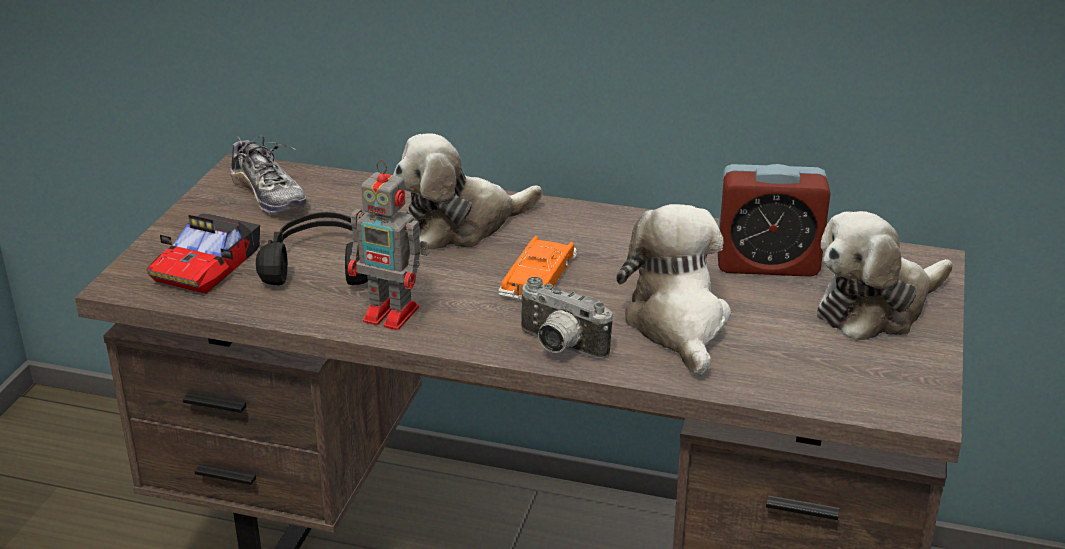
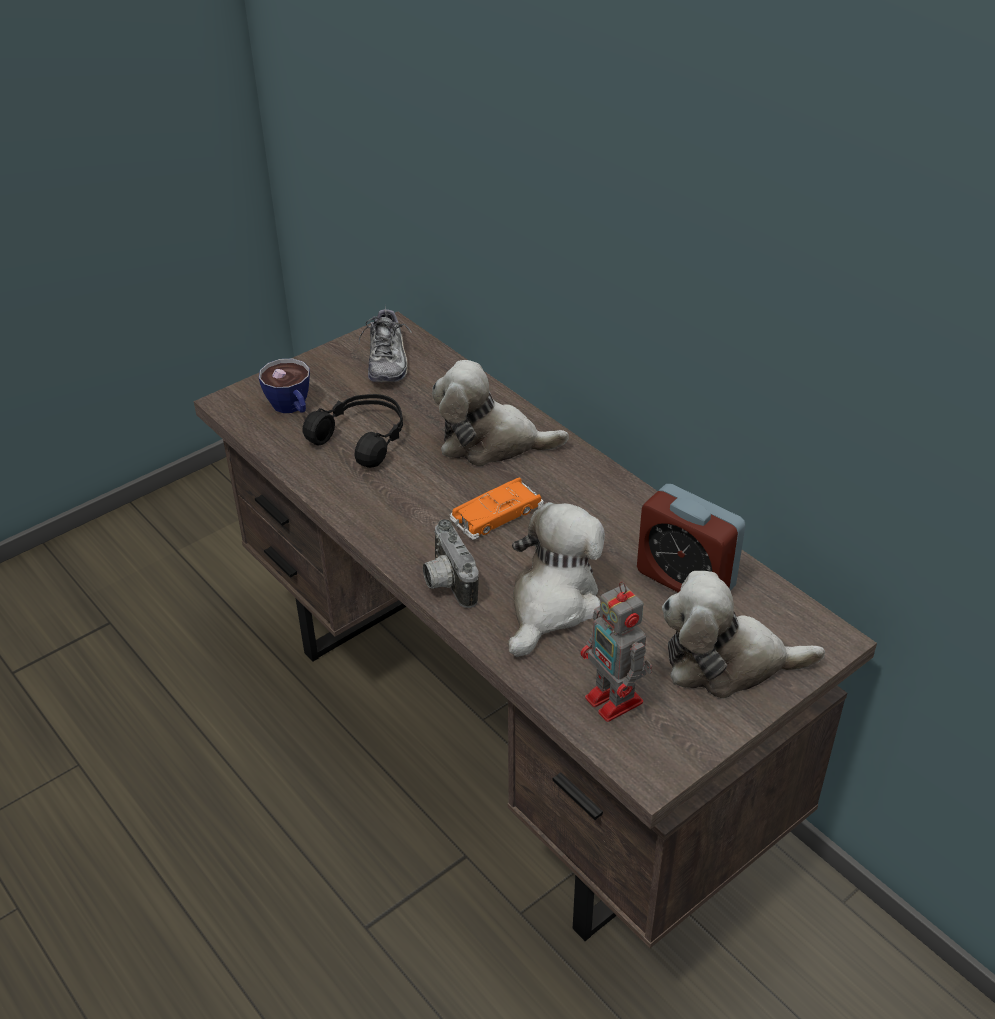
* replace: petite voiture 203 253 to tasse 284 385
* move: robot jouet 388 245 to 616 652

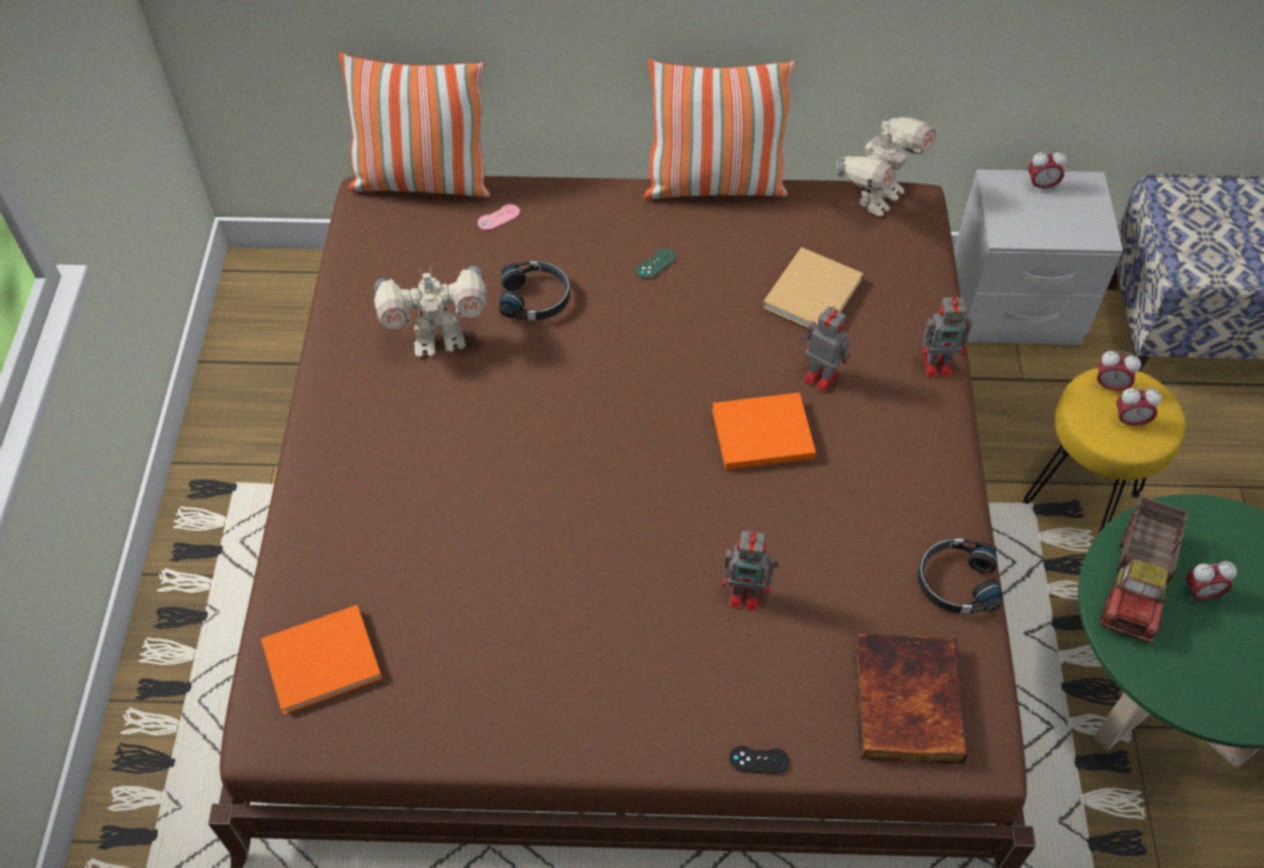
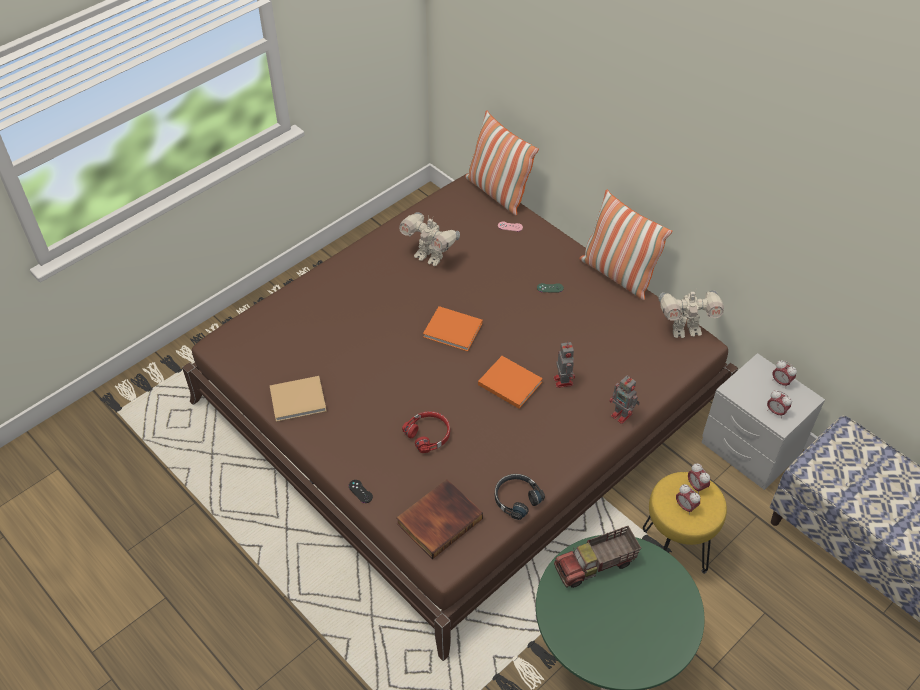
* move: livre [orange] 321 660 to 453 329
* delete: casque audio [noir] 534 290
* replace: robot jouet 750 571 to casque audio [rouge] 426 432
* move: livre [beige] 812 287 to 298 399
* move: réveil 1211 581 to 779 404

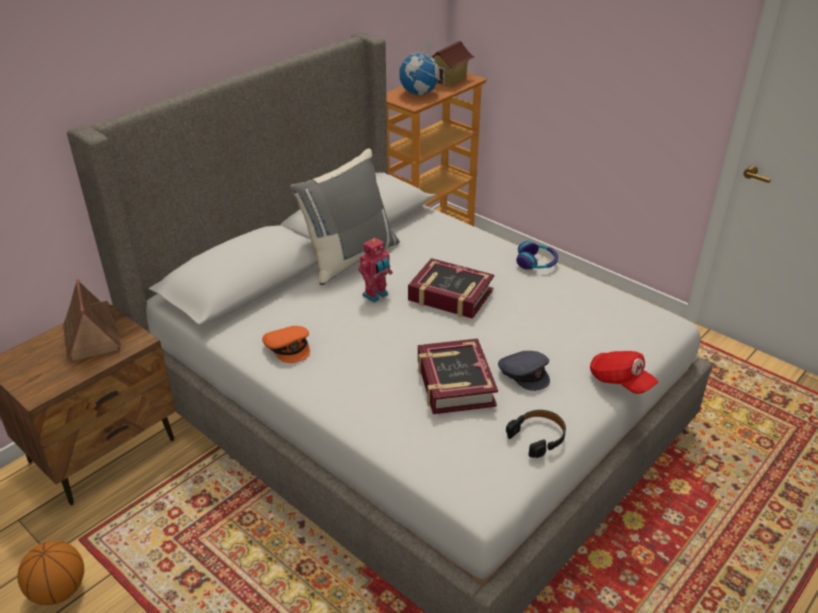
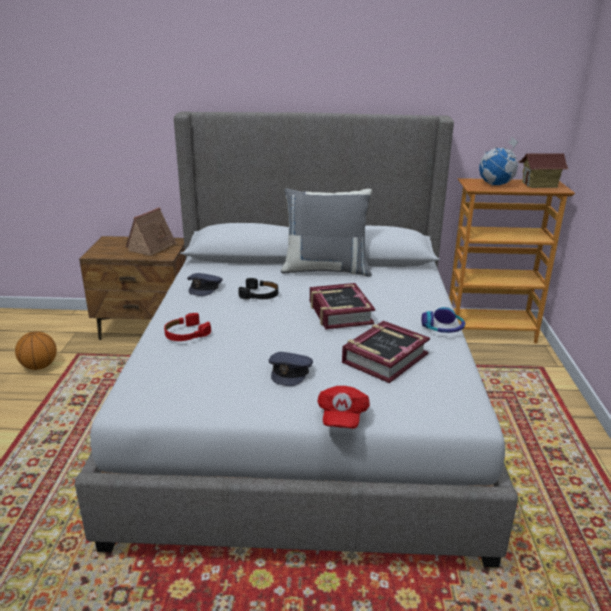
* recolor: casquette [orange] 286 344 to casquette [gris] 205 284
* delete: robot jouet 375 270
* move: livre 458 376 to 386 352
* move: casque audio [noir] 536 434 to 258 288
* insert: casque audio [rouge] 187 327

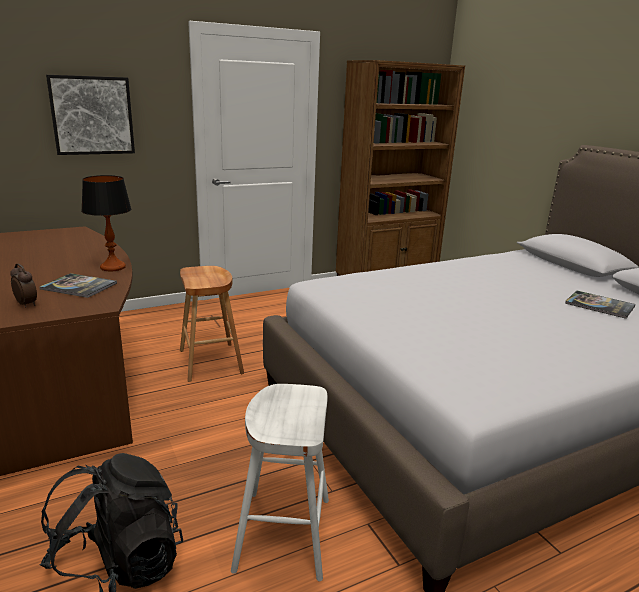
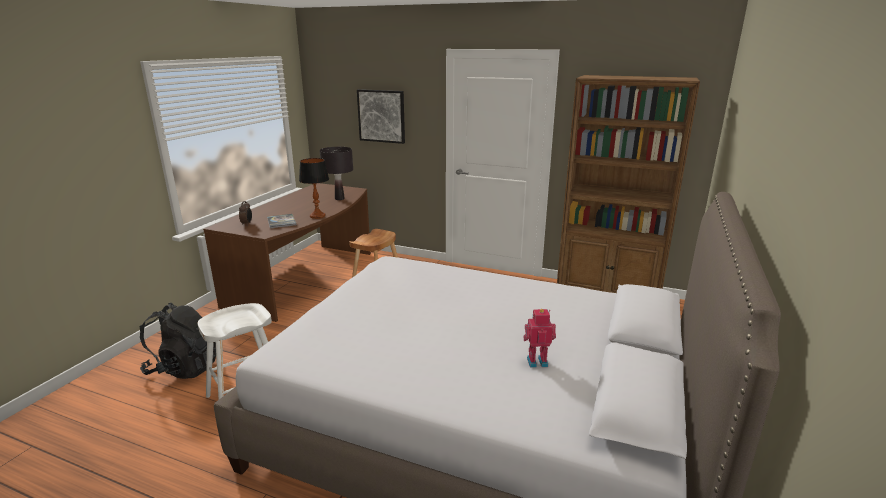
* replace: livre 600 305 to robot jouet 540 338
* insert: lampe de table [noir] 336 173

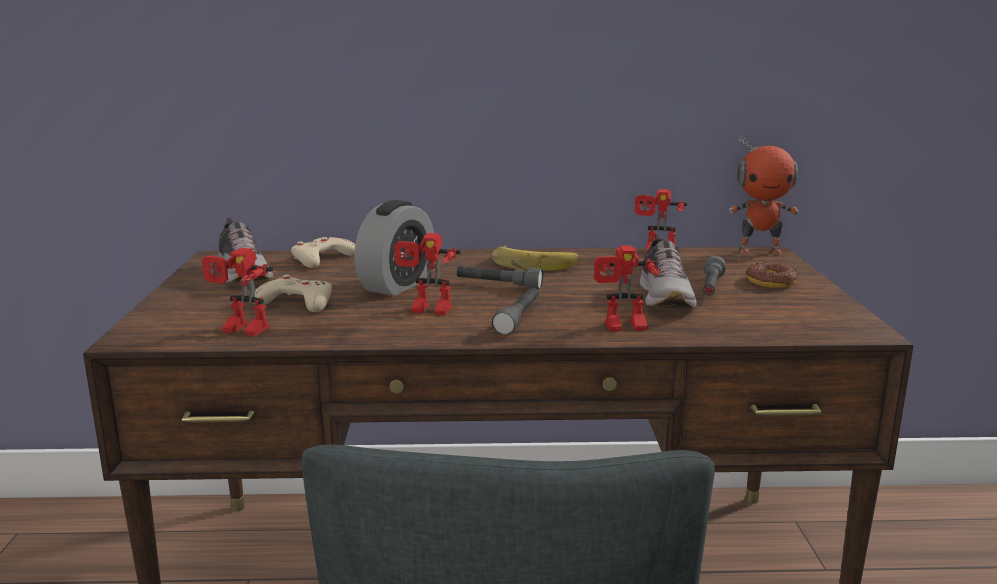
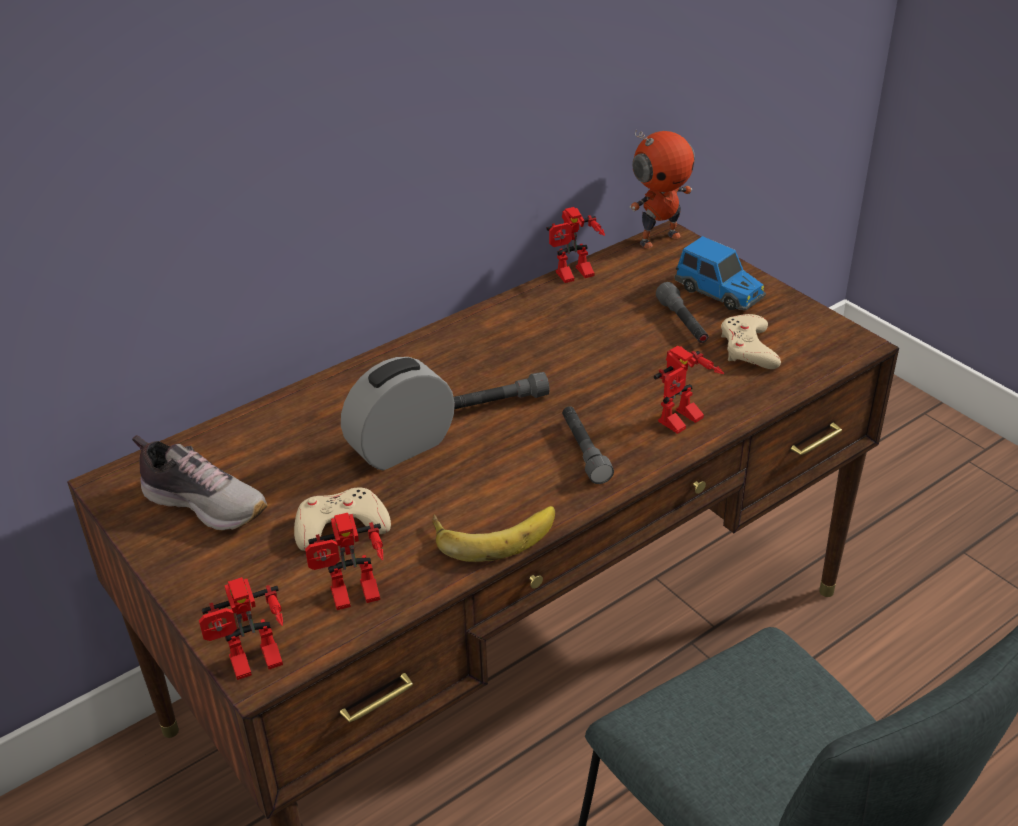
* move: manette [beige] 323 252 to 751 341
* rotate: réveil 394 248 = 398 413 120 degrees counterclockwise
* move: robot jouet 427 274 to 241 628
* move: banane 535 258 to 493 534
* delete: chaussure 668 271
* replace: beignet 772 275 to petite voiture 720 273

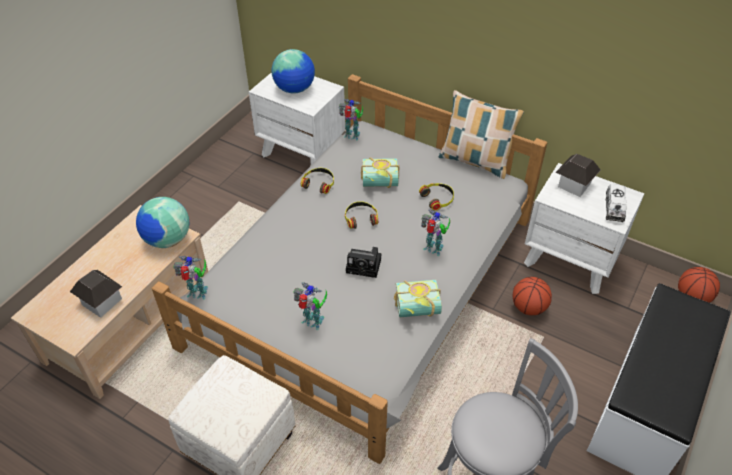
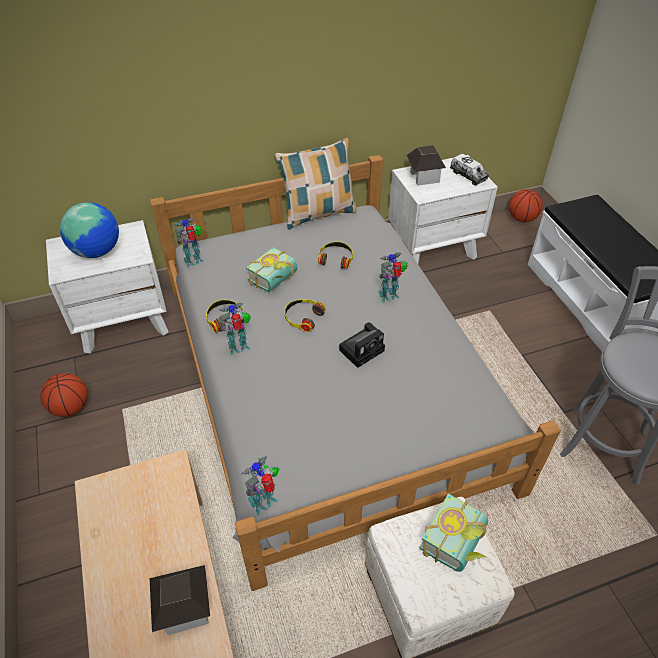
* delete: globe 162 222
* move: robot jouet 310 306 to 235 329
* move: livre 418 298 to 453 532
* move: ballon de basket 532 296 to 64 395

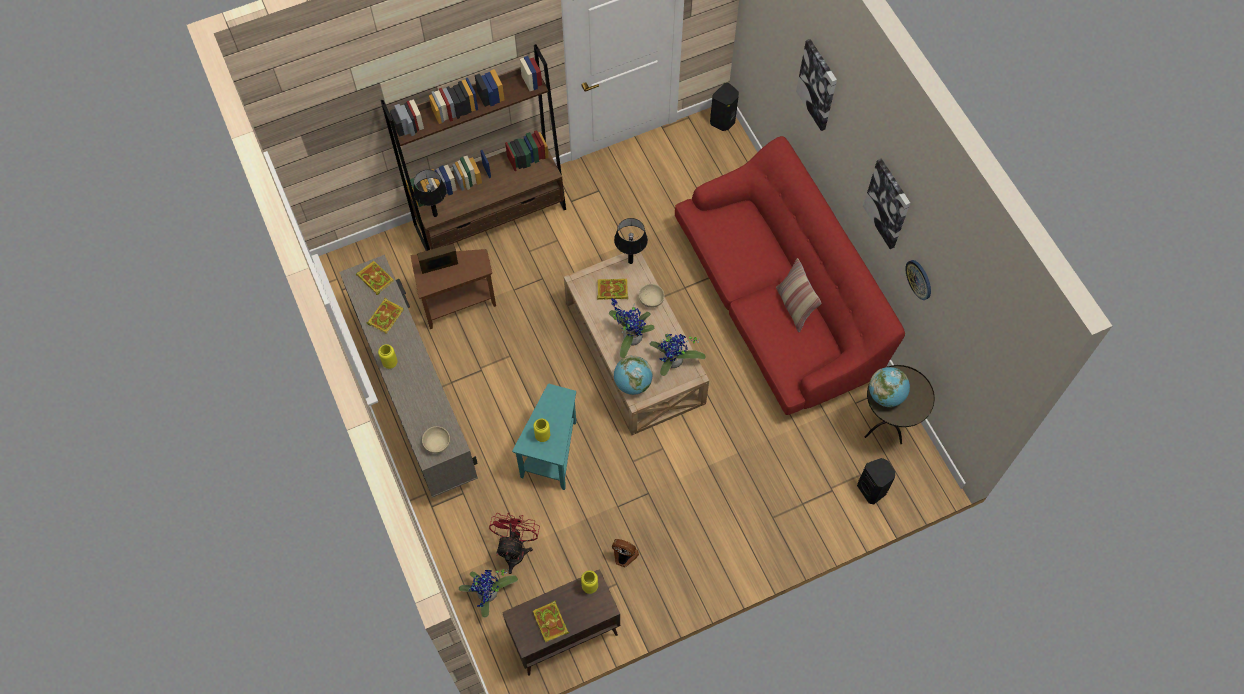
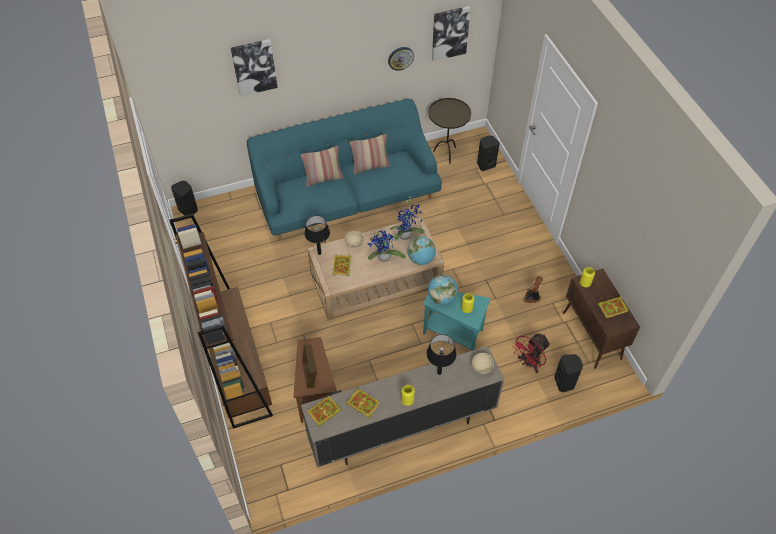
* move: lampe de table [noir] 430 193 to 441 354
* replace: plante en pot 488 593 to enceinte [noir] 568 373
* rotate: ventilateur [rouge] 514 543 = 531 353 60 degrees counterclockwise
* recolor: canapé [rouge] 790 275 to canapé [turquoise] 344 169
* move: tableau 886 203 to 451 33
* move: globe 889 387 to 443 290
* insert: coussin 322 166

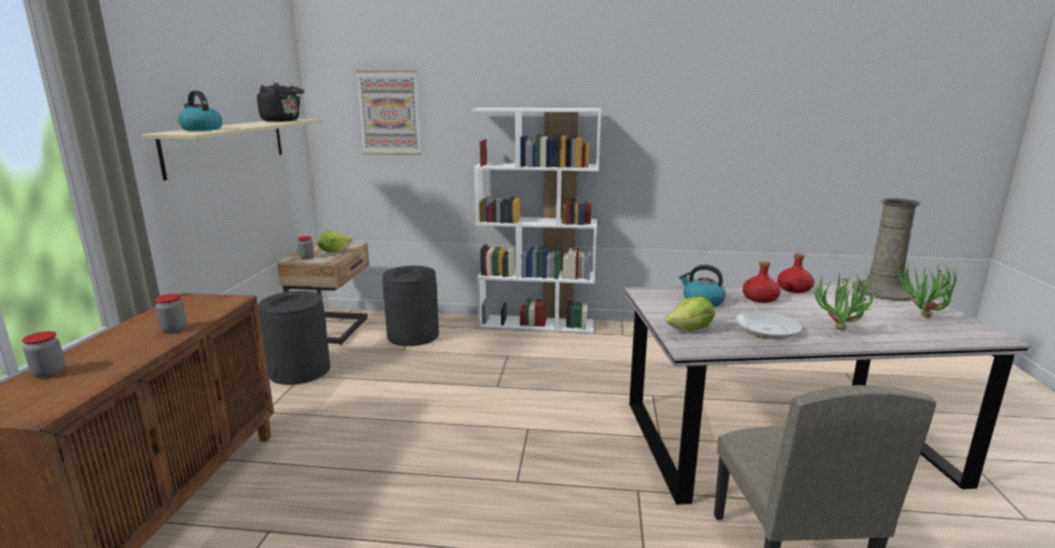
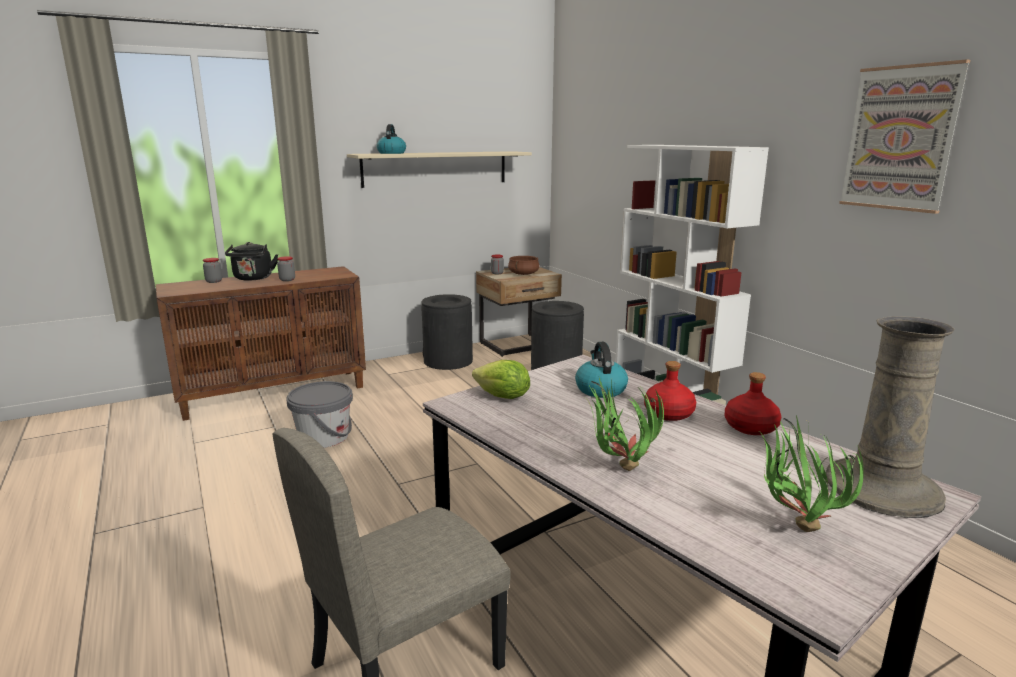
* move: bouilloire [noir] 280 102 to 251 261
* replace: laitue 335 241 to marmite [marron] 524 265
* move: tableau 388 112 to 904 136
* delete: poêle 768 320
* insert: seau [gris] 319 414

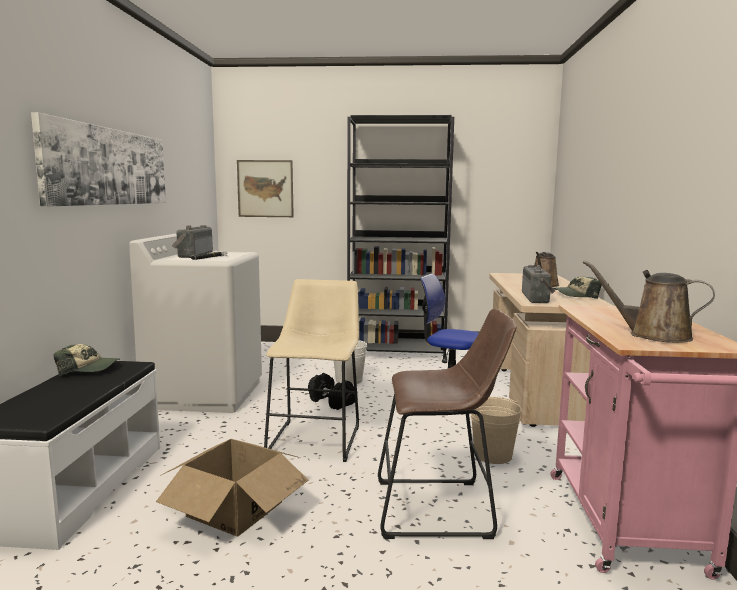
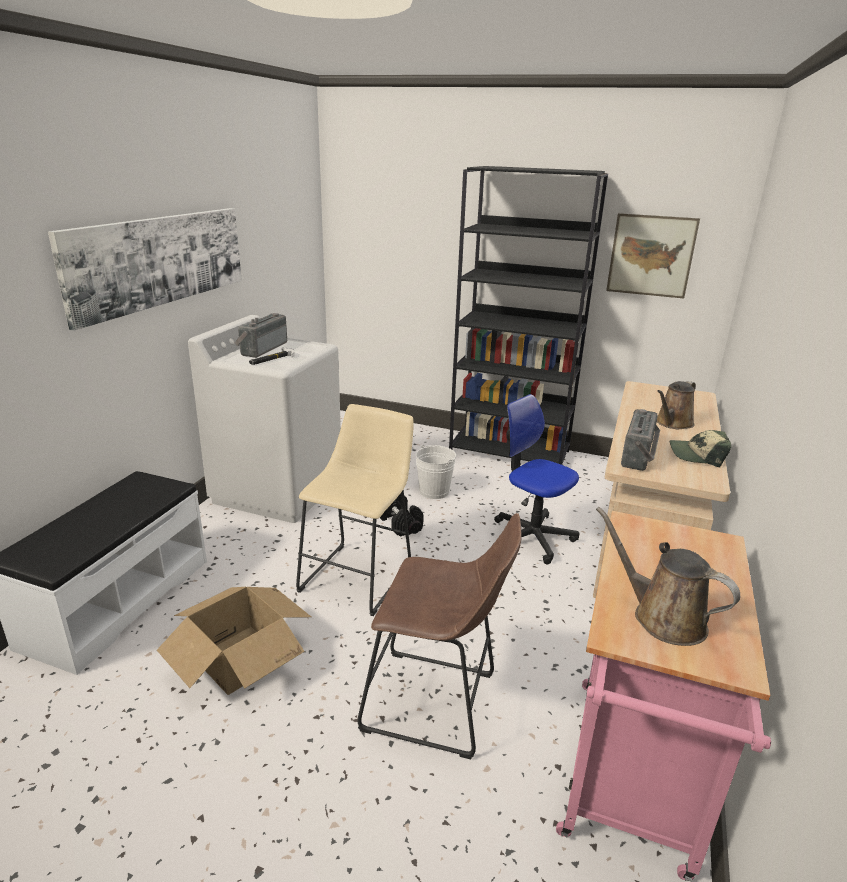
* delete: casquette 87 360
* move: tableau 265 188 to 653 256
* delete: seau [beige] 496 430

